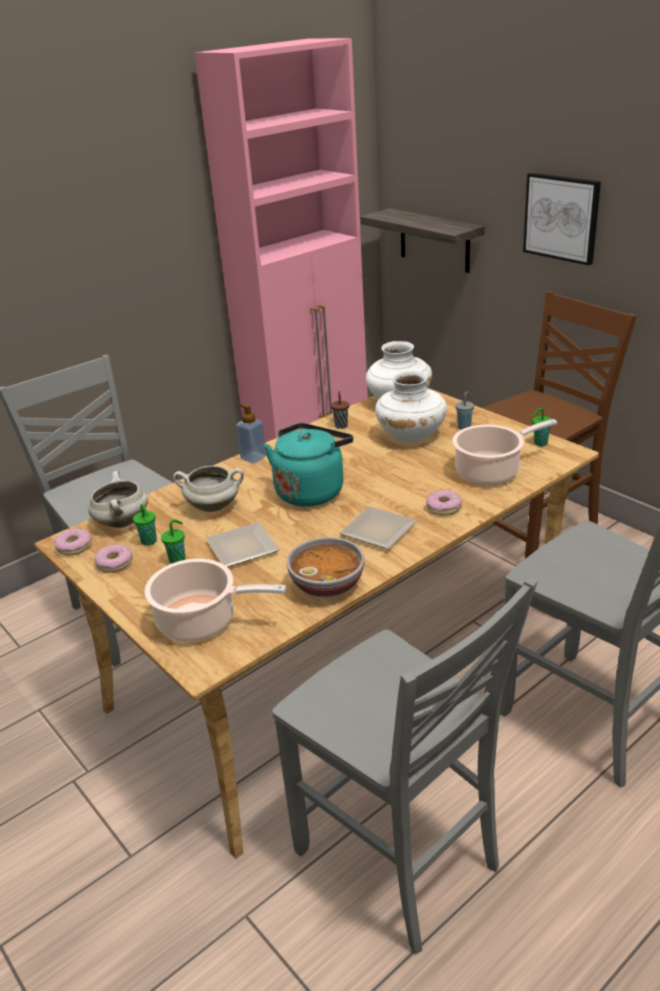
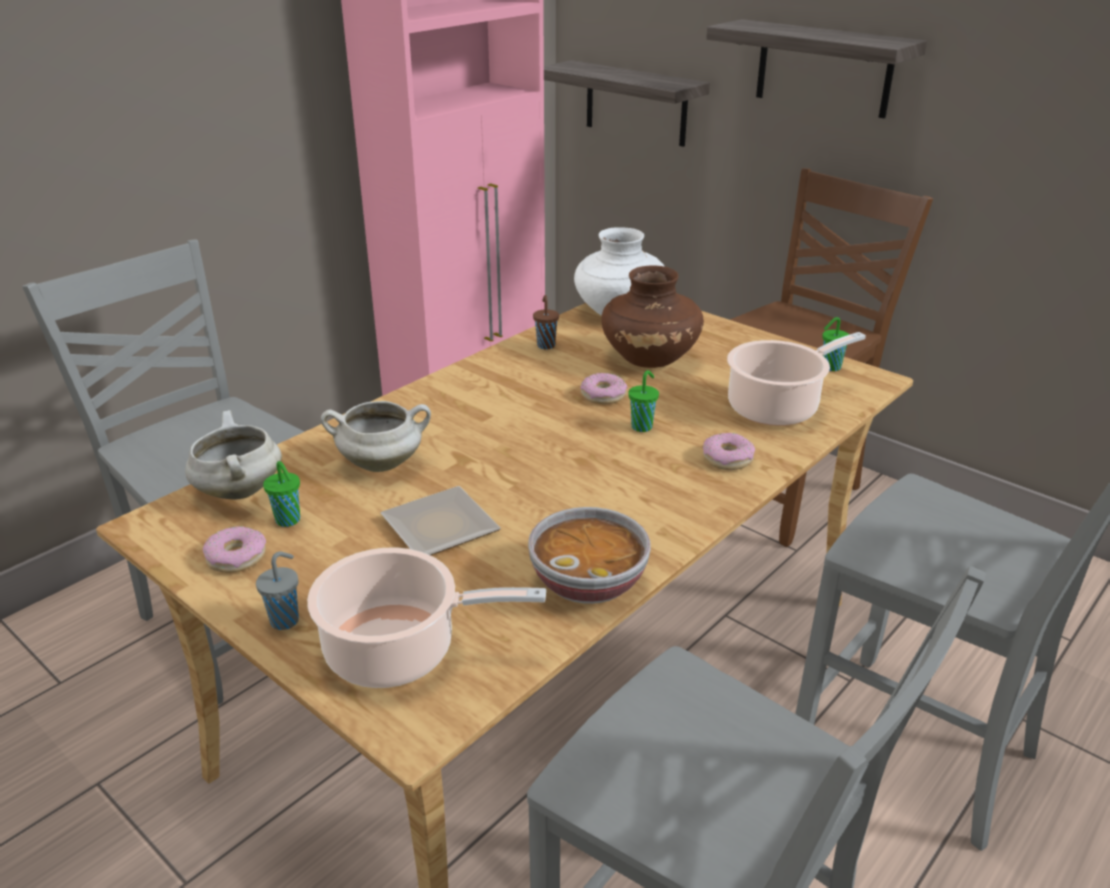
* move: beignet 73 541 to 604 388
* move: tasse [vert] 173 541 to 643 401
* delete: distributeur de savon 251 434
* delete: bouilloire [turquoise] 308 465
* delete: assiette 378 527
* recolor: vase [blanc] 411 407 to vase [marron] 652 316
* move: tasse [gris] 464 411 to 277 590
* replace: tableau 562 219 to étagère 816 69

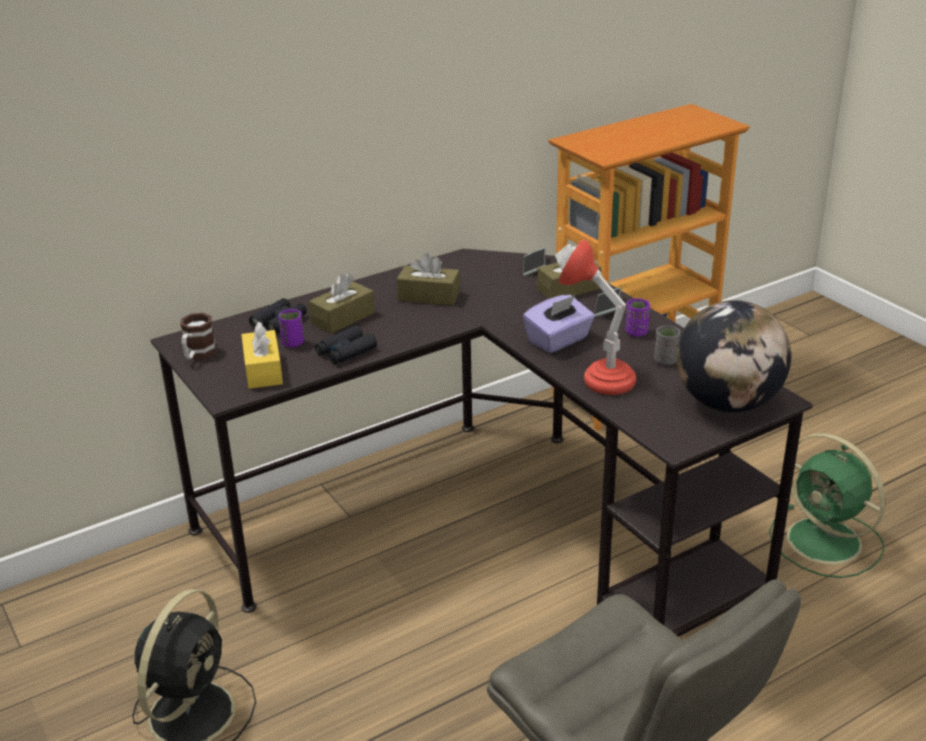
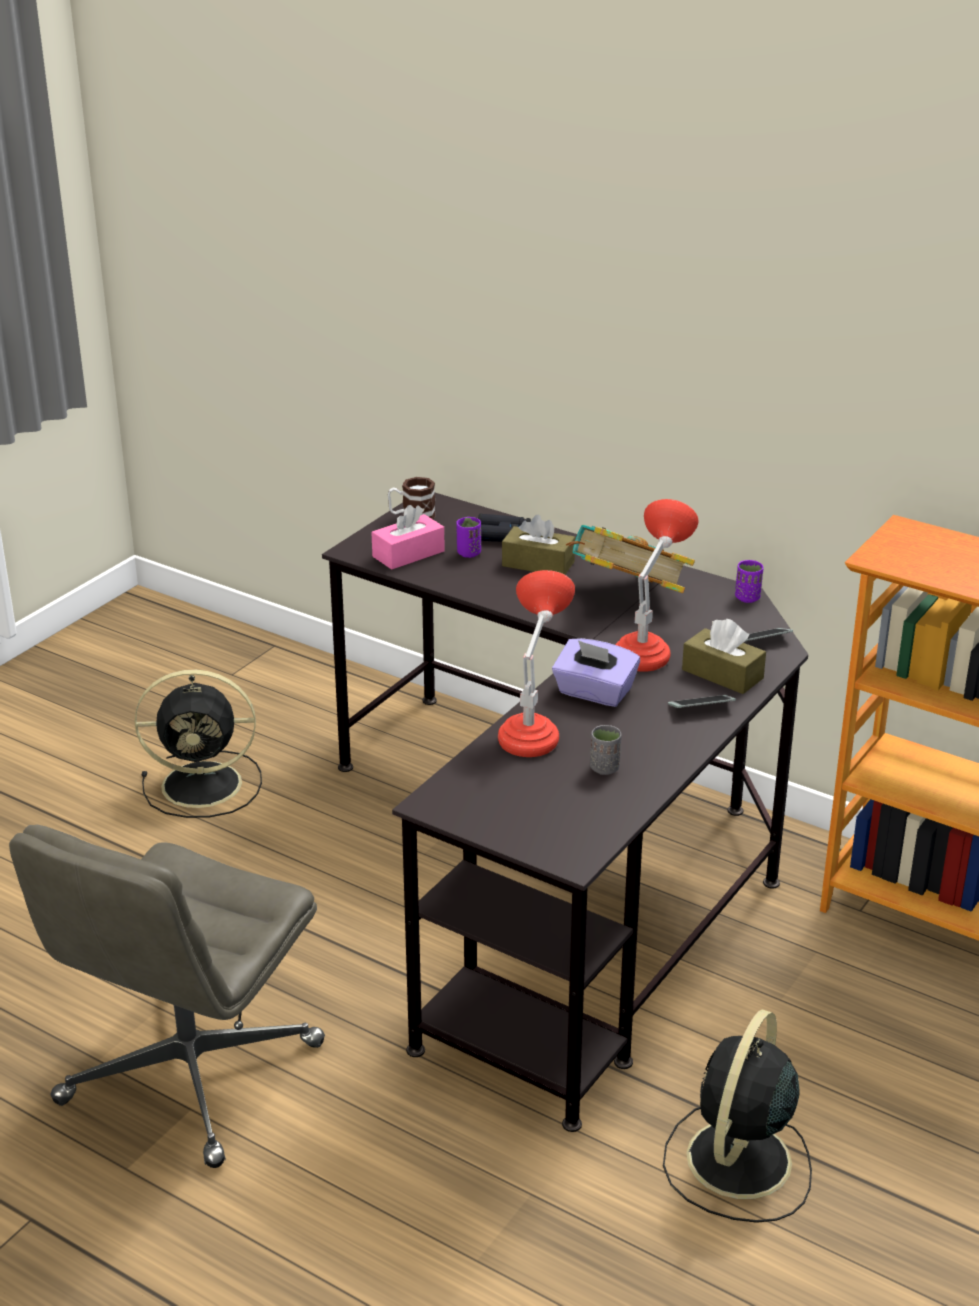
* recolor: boîte à mouchoirs [jaune] 262 355 to boîte à mouchoirs [rose] 408 537
* delete: jumelles [noir] 346 344
* replace: boîte à mouchoirs [marron] 428 279 to livre 630 559
* move: tasse [violet] 637 317 to 749 581
* delete: globe 733 356
* recolor: ventilateur [vert] 827 505 to ventilateur [noir] 737 1116
* insert: lampe de table [rouge] 656 585

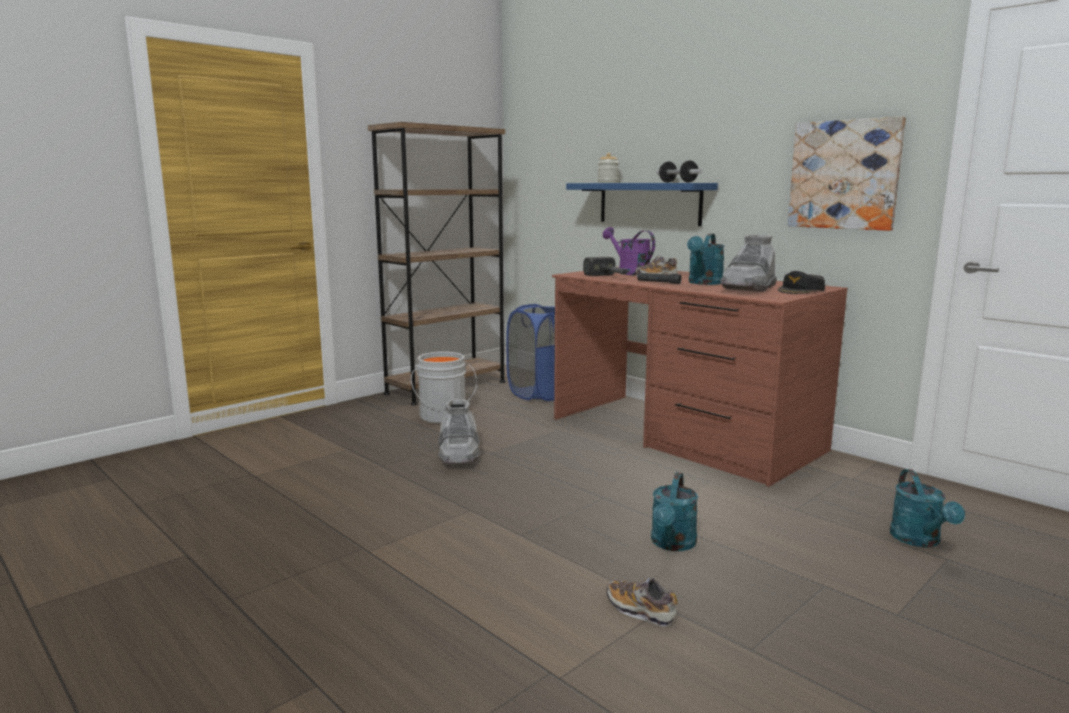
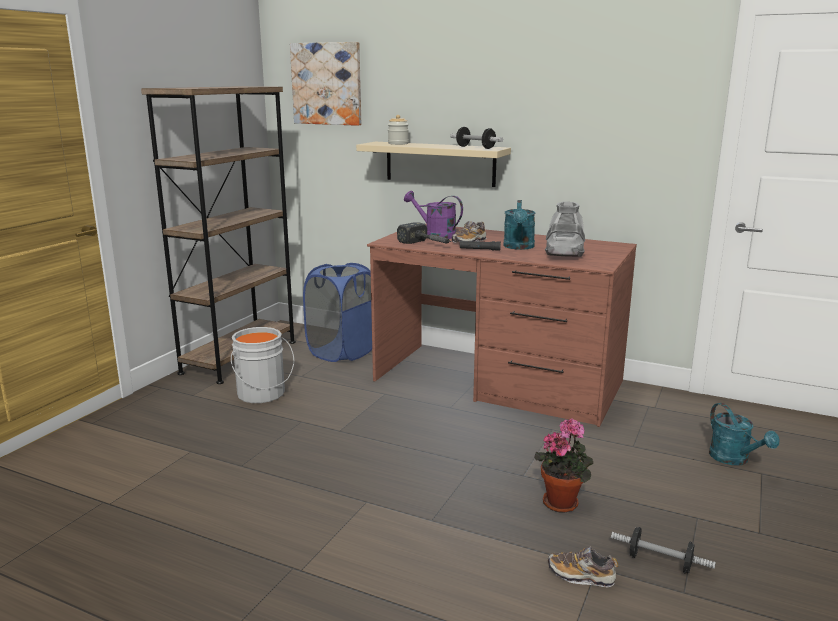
* delete: botte [gris] 459 431
* recolor: étagère [bleu] 642 204 to étagère [beige] 433 164
* replace: arrosoir [turquoise] 674 511 to plante en pot 563 465
* delete: casquette [noir] 801 282
* move: tableau 847 173 to 325 84
* insert: haltère 663 550

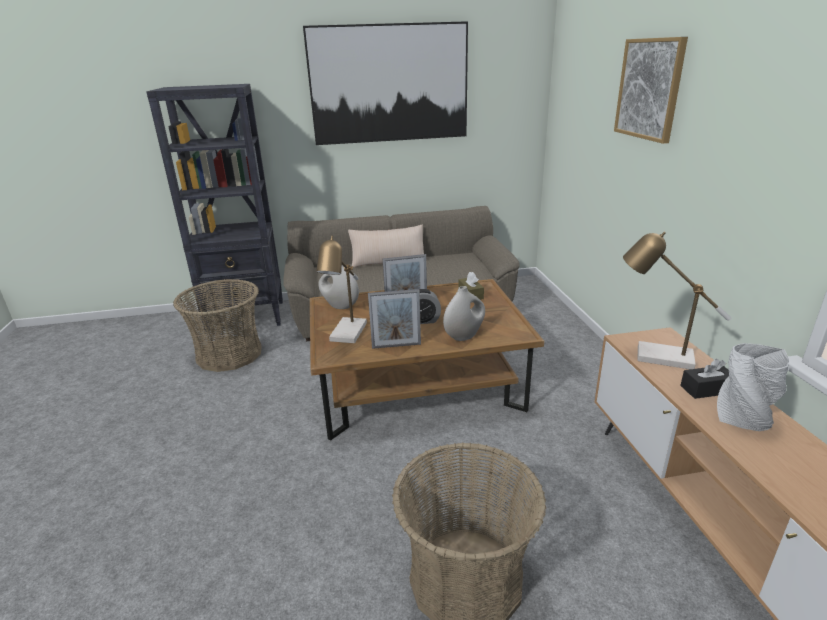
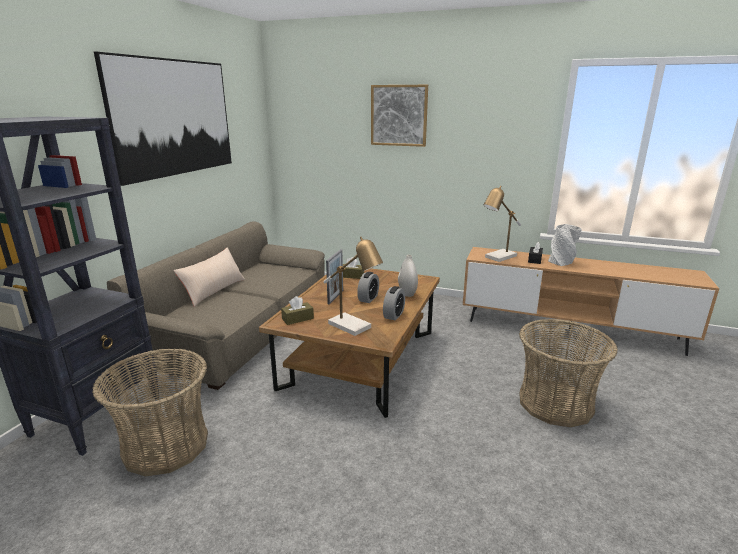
* replace: vase [blanc] 338 287 to boîte à mouchoirs [marron] 297 310
* replace: cadre photo 394 319 to réveil 394 303

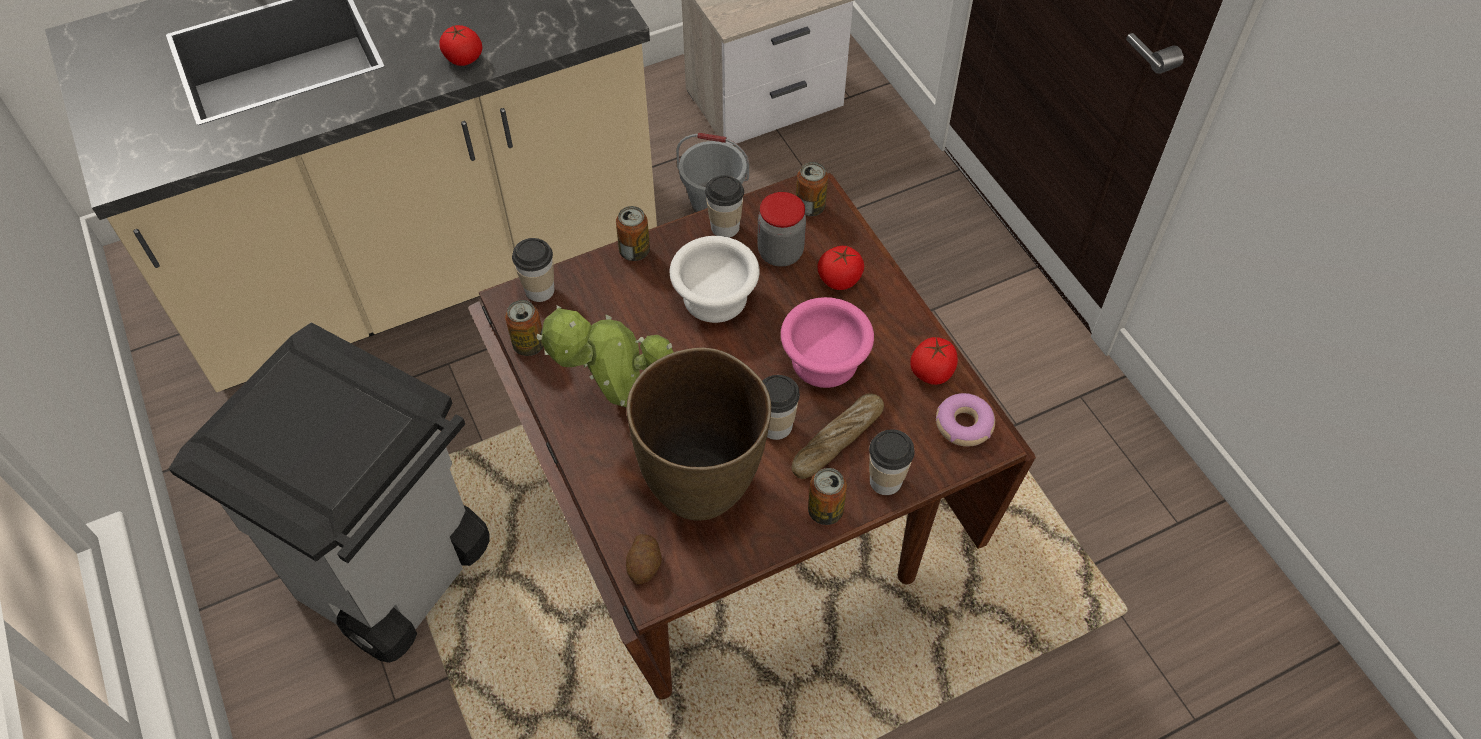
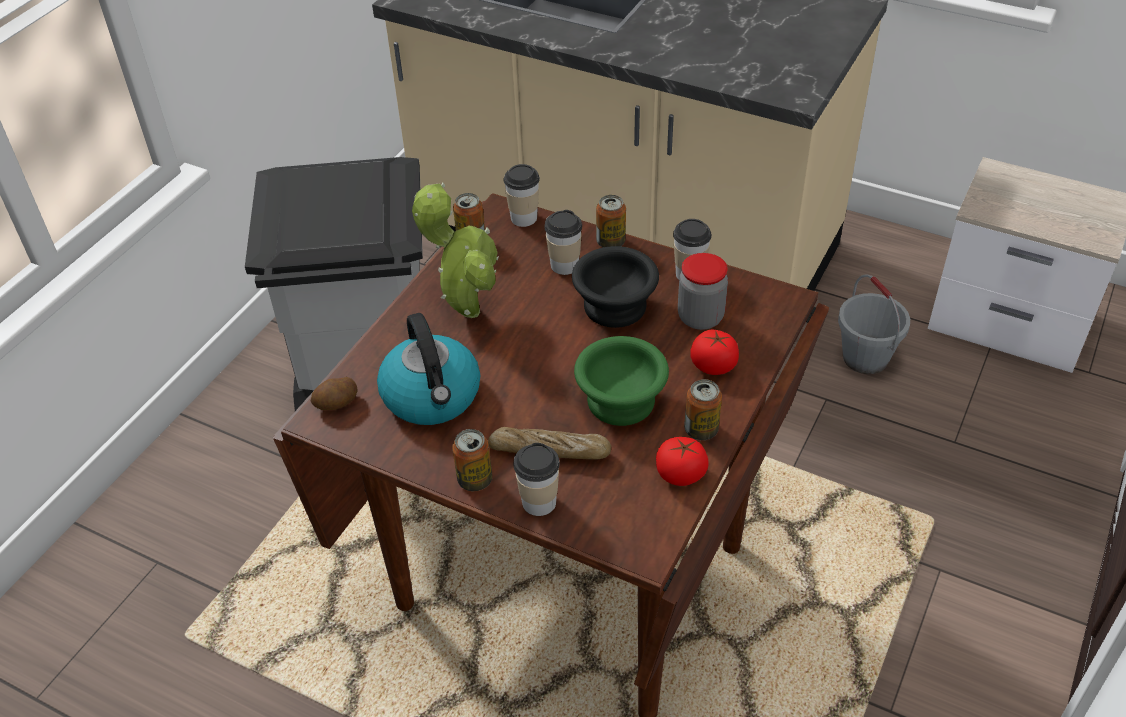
* delete: tomate 461 45
* replace: vase [marron] 699 434 to bouilloire 428 369
* recolor: bol [blanc] 715 279 to bol [noir] 615 287
* move: tasse 781 407 to 563 242
* recolor: bol [rose] 827 342 to bol [vert] 621 381
* move: boîte métallique 812 189 to 703 409
* delete: beignet 965 420

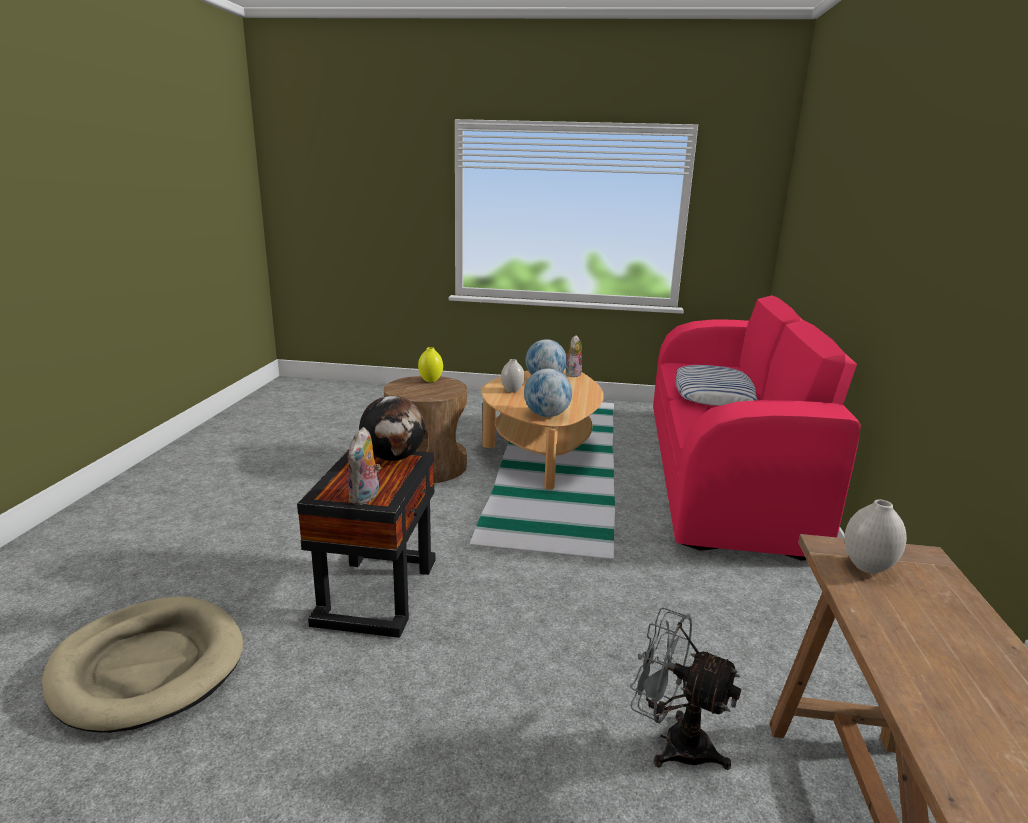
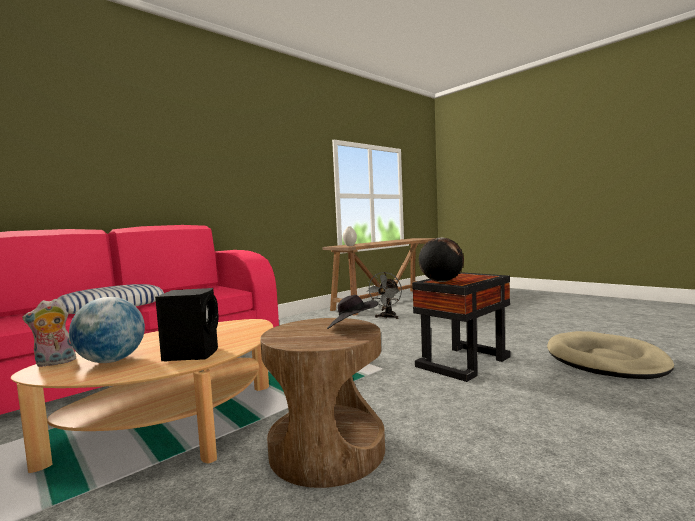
* delete: peluche 364 466
* delete: vase [jaune] 430 364
* replace: vase [blanc] 513 376 to enceinte [noir] 187 324
* delete: globe 548 393
* rotate: ventilateur [gris] 685 689 = 384 295 45 degrees clockwise
* insert: chapeau [noir] 352 312

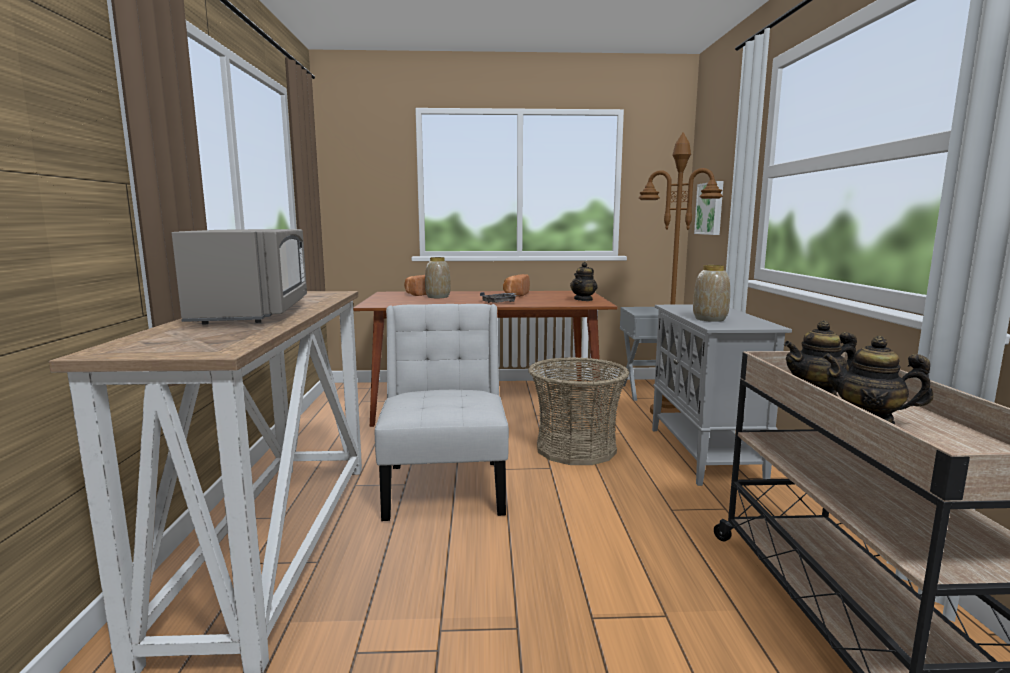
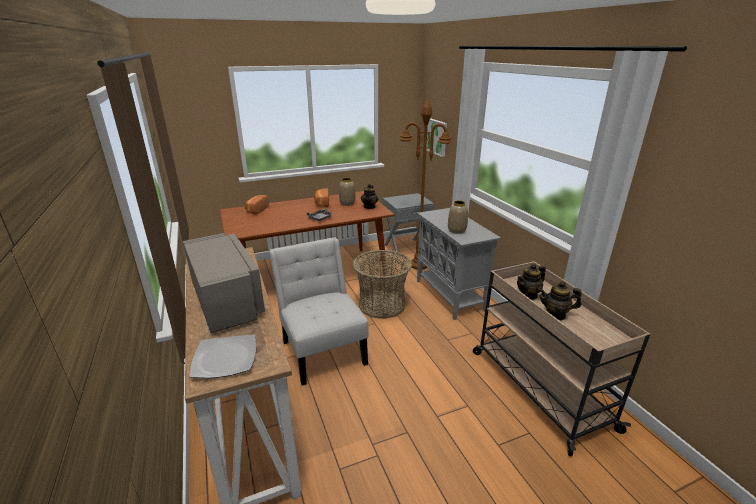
* move: vase 438 277 to 347 192
* insert: assiette 222 356

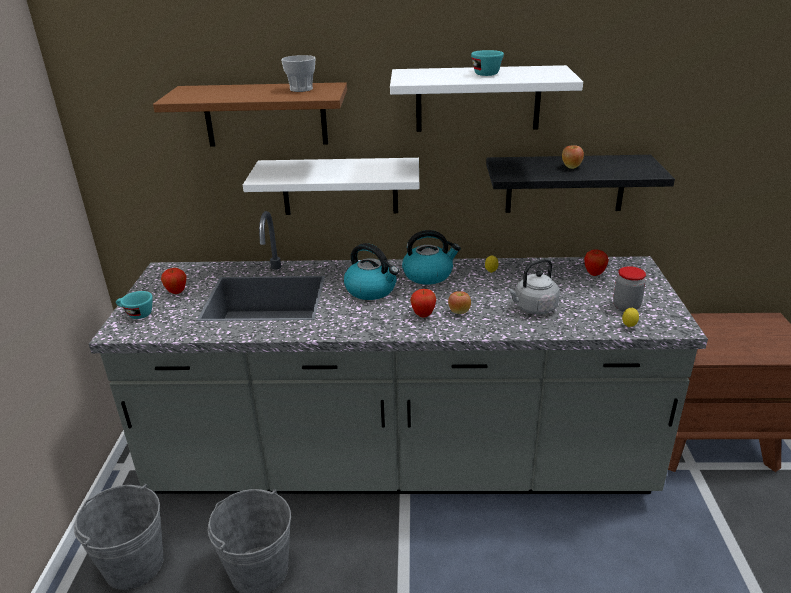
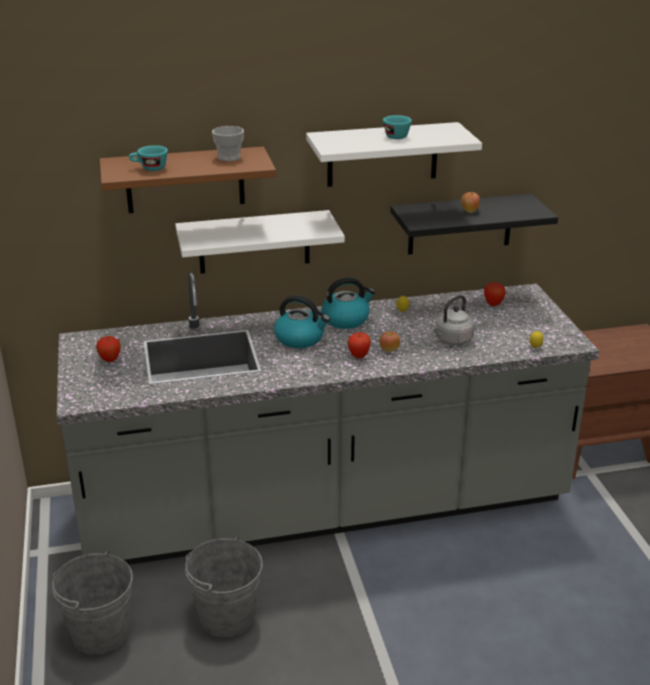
* move: tasse [turquoise] 134 305 to 148 158
* delete: bocal 629 288

